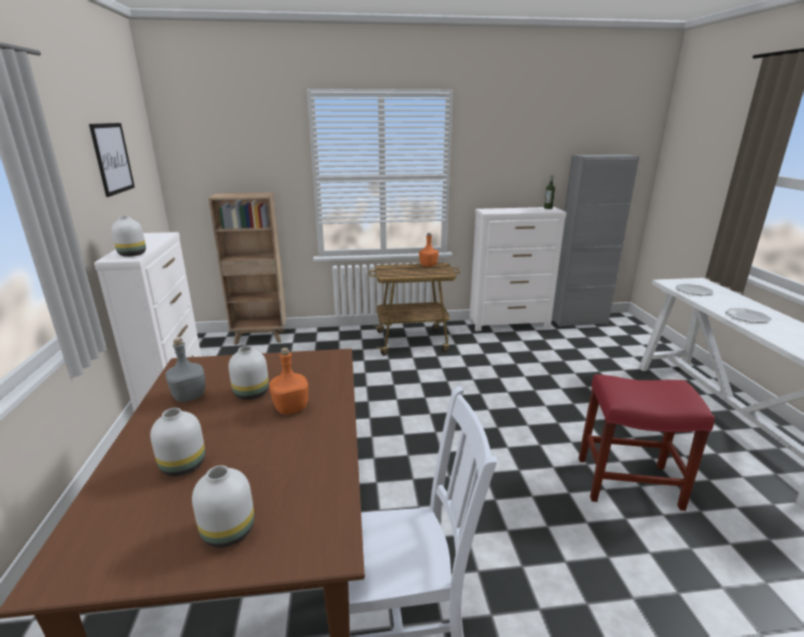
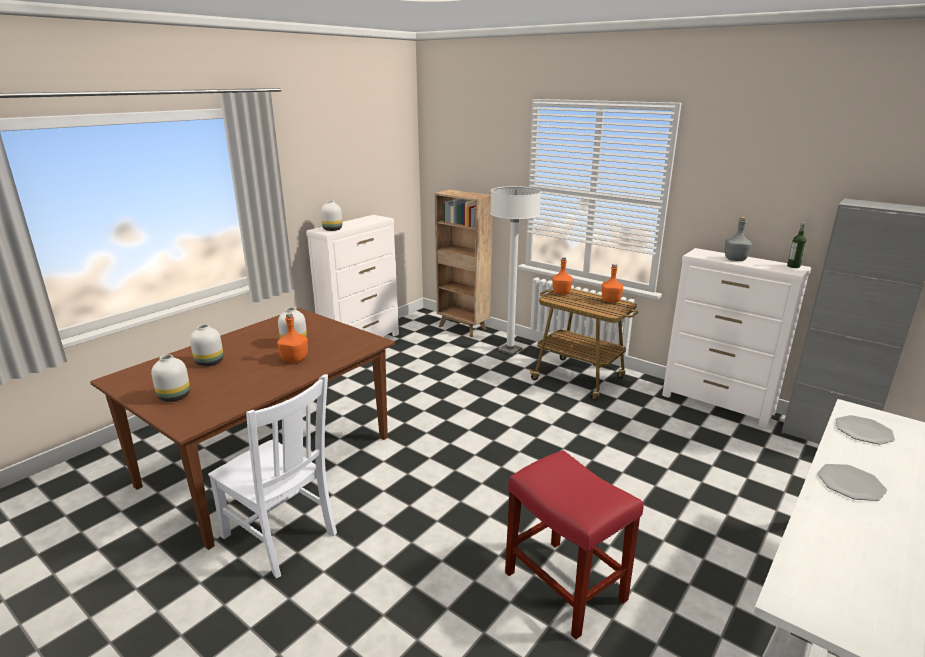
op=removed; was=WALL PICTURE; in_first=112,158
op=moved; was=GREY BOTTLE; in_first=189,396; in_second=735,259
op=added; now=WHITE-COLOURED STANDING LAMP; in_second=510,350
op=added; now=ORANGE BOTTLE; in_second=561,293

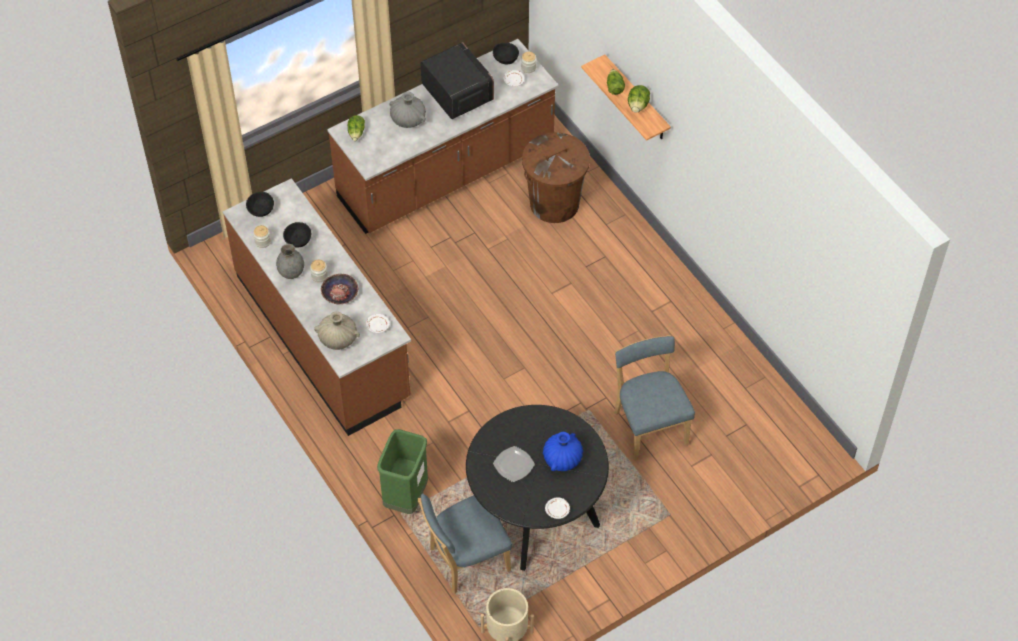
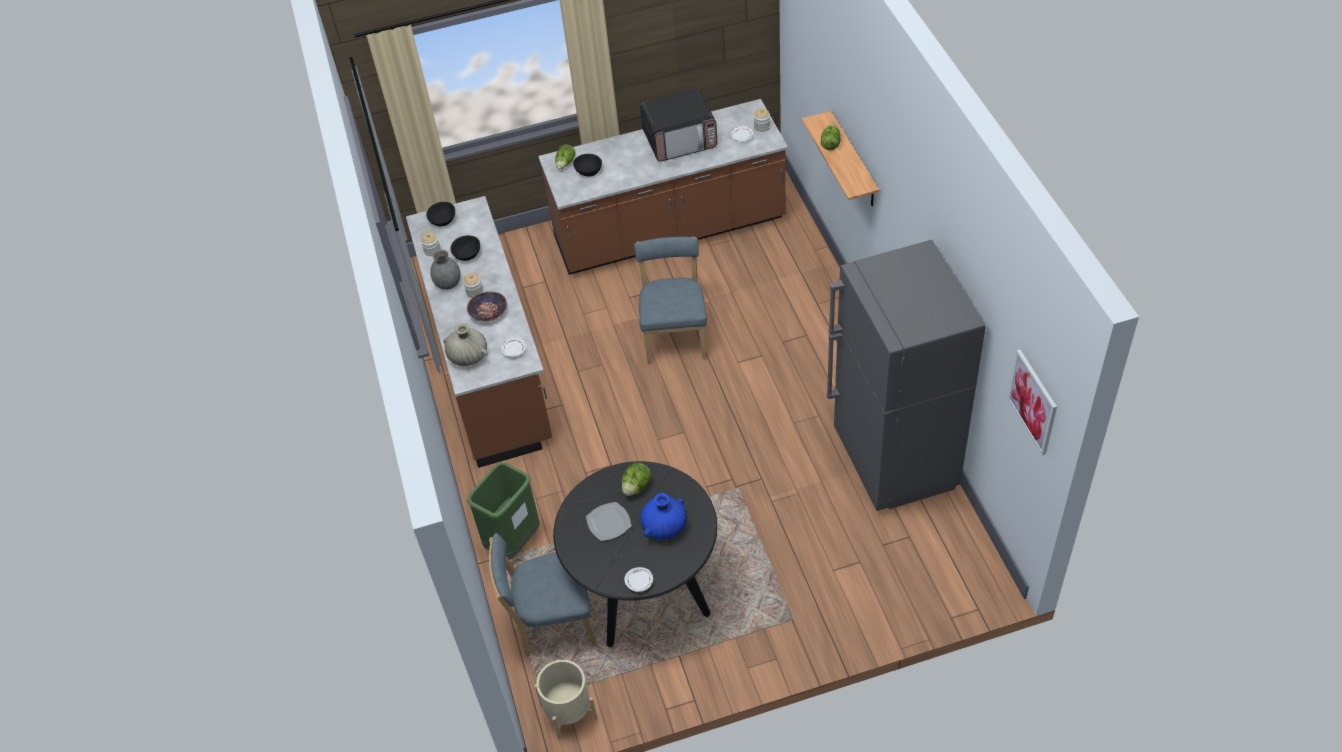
op=turned; was=MICROWAVE; in_first=457,92; in_second=680,140; clockwise=90
op=moved; was=BLACKISH DEEP DISH; in_first=505,59; in_second=588,171
op=moved; was=LETTUCE HEAD; in_first=638,106; in_second=636,486
op=removed; was=GREY FLOWER VASE; in_first=408,119
op=removed; was=BROWN WASTE BIN; in_first=555,203
op=moved; was=BLUE-COLOURED CHAIR; in_first=649,425; in_second=675,336
op=added; now=GREY KITCHEN FRIDGE; in_second=894,461
op=added; now=WALL PICTURE; in_second=1033,402

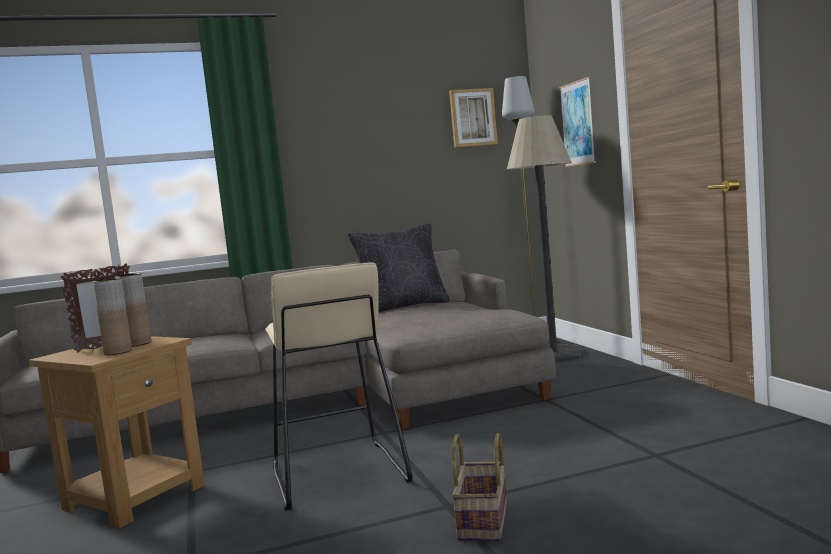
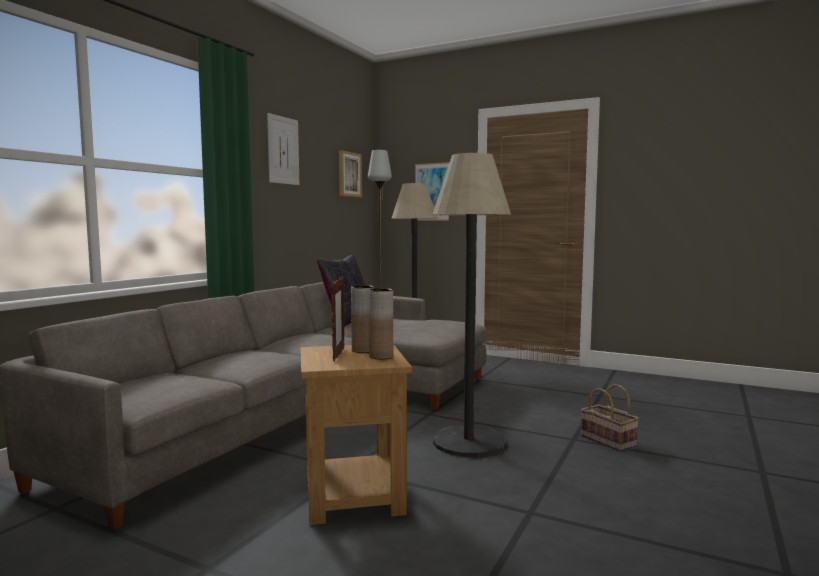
op=replaced; was=BEIGE STOOL; now=STANDING LAMP; in_first=337,474; in_second=468,442
op=added; now=WALL PICTURE; in_second=283,150

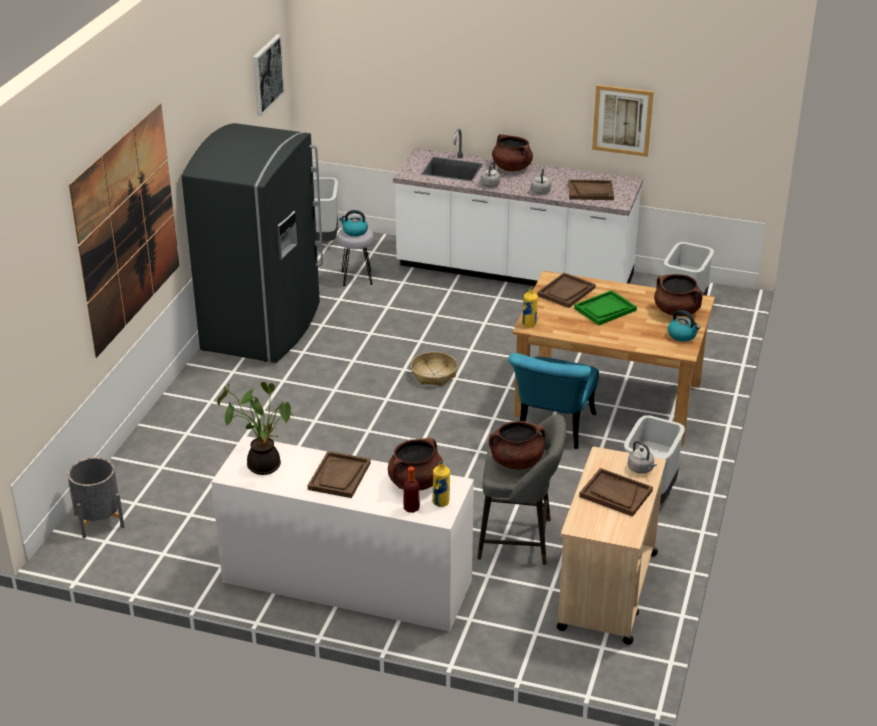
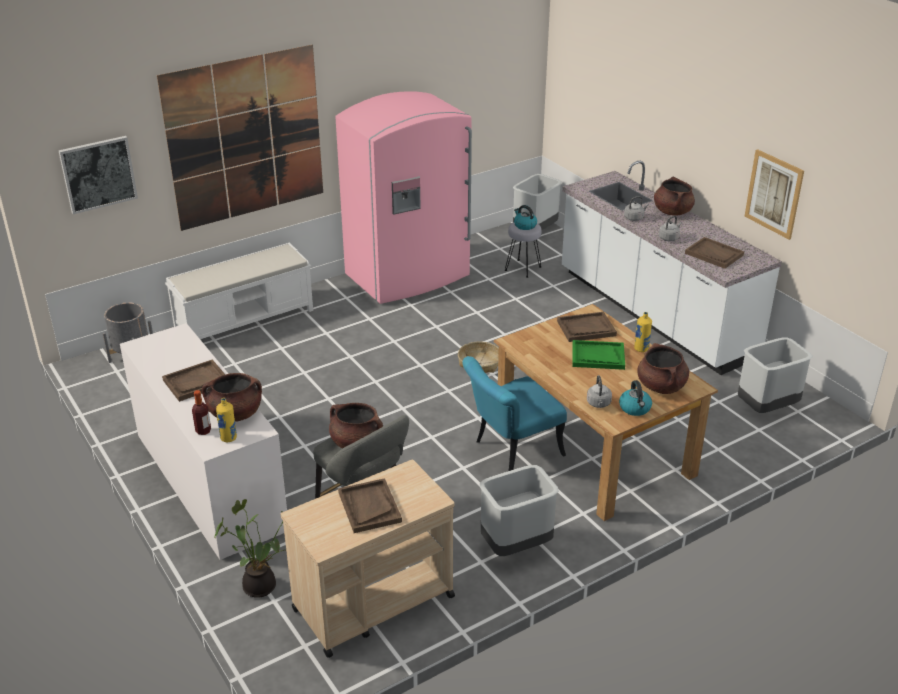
op=moved; was=WALL PICTURE; in_first=267,74; in_second=98,174
op=recoloured; was=GREY KITCHEN FRIDGE; now=PINK-COLOURED KITCHEN FRIDGE; in_first=264,327; in_second=408,276
op=moved; was=YELLOW-COLOURED BOTTLE; in_first=529,324; in_second=641,349
op=moved; was=PLANT IN A POT; in_first=263,464; in_second=261,585
op=moved; was=GREY WATER KETTLE; in_first=641,469; in_second=598,404
op=added; now=WHITE-COLOURED INDOOR BENCH; in_second=245,319

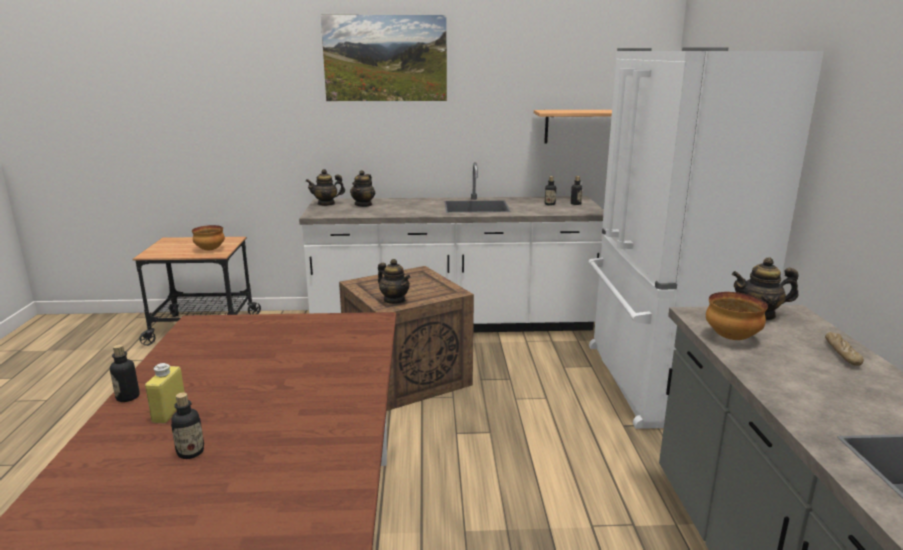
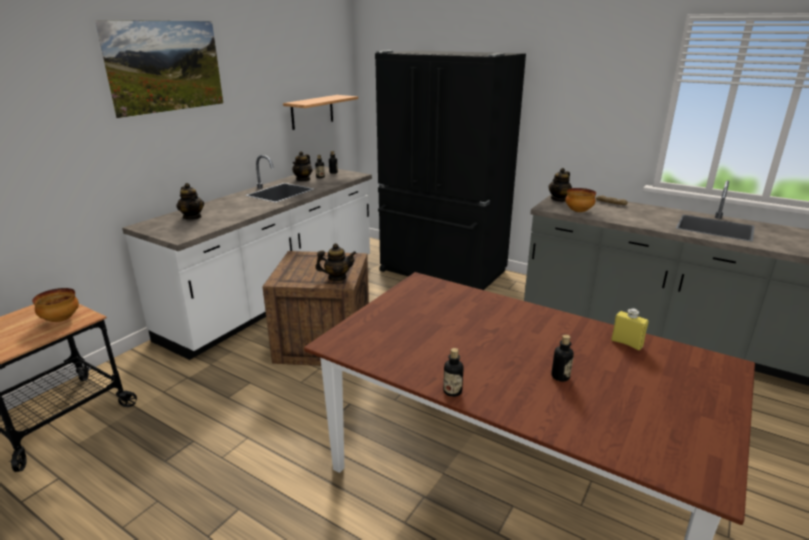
op=recoloured; was=WHITE-COLOURED KITCHEN FRIDGE; now=BLACKISH KITCHEN FRIDGE; in_first=657,382; in_second=441,272
op=moved; was=TEAPOT; in_first=326,204; in_second=303,179
op=moved; was=YELLOW-COLOURED BOTTLE; in_first=169,412; in_second=626,343

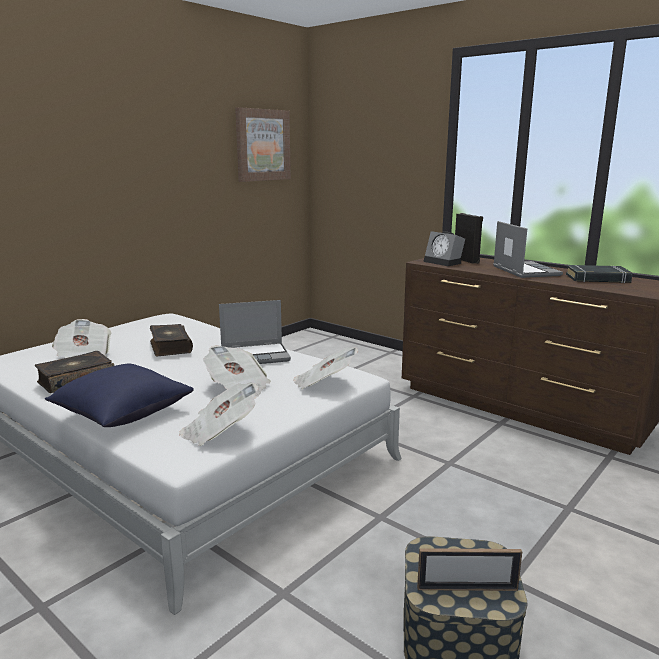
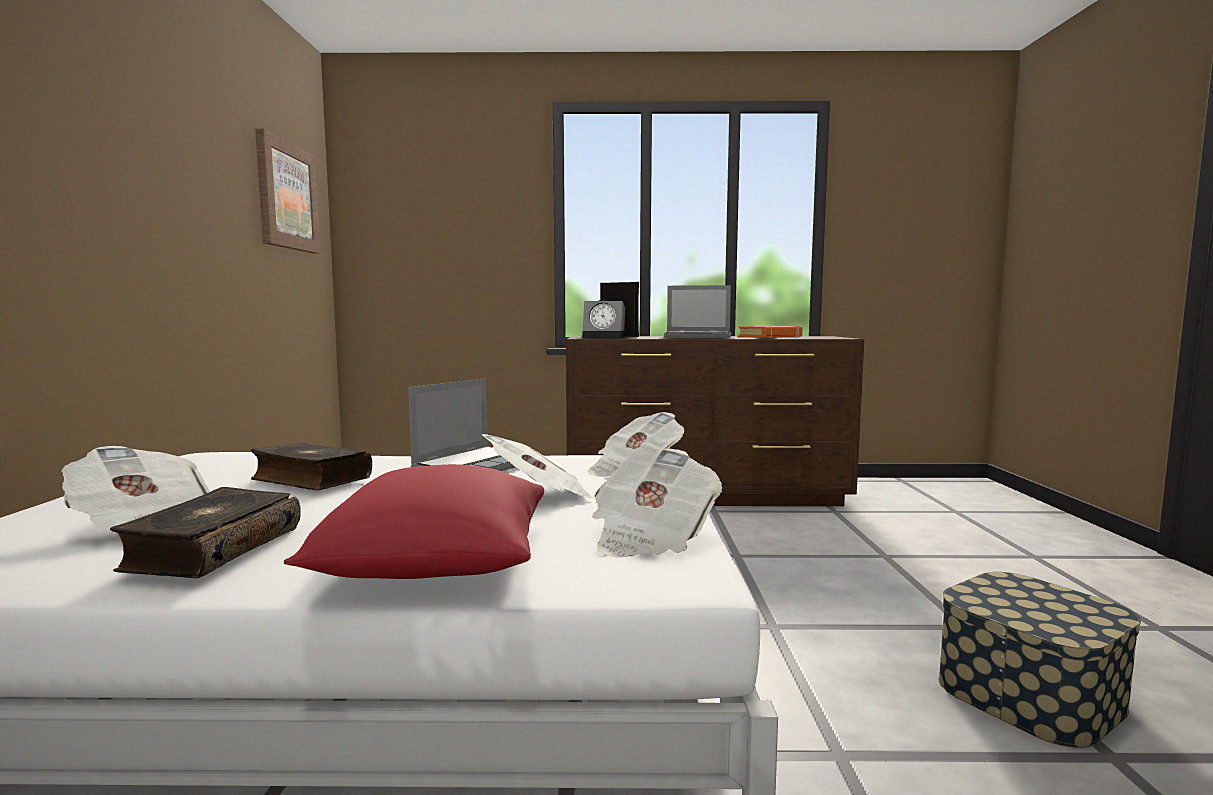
op=turned; was=PORTABLE COMPUTER; in_first=524,271; in_second=698,337; clockwise=150
op=recoloured; was=BLACKISH VOLUME; now=ORANGE VOLUME; in_first=597,278; in_second=770,336
op=recoloured; was=BLUE-COLOURED THROW PILLOW; now=RED THROW PILLOW; in_first=122,414; in_second=435,563
op=removed; was=PICTURE FRAME; in_first=467,589

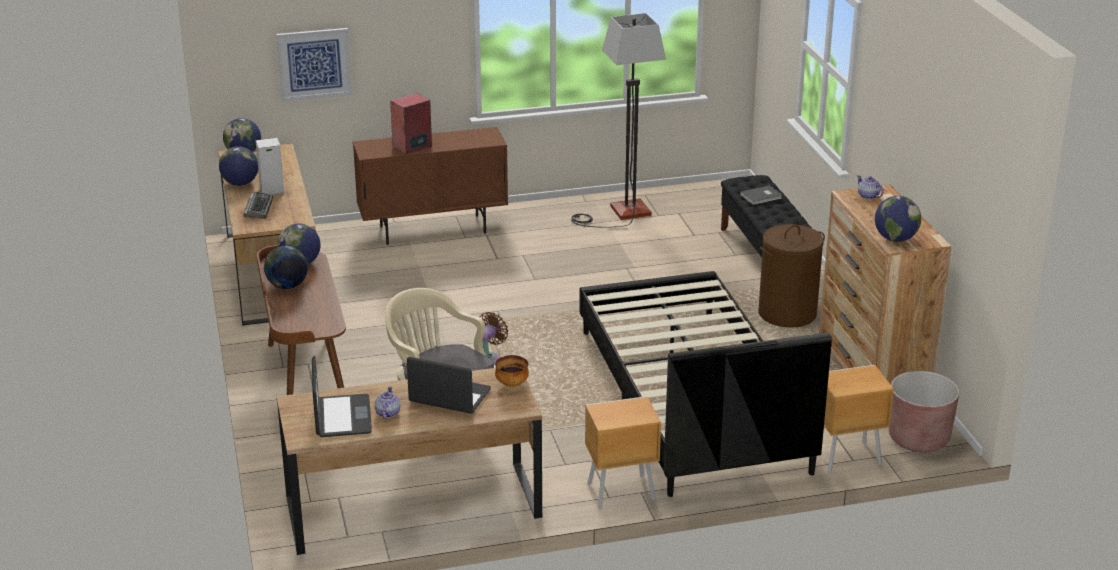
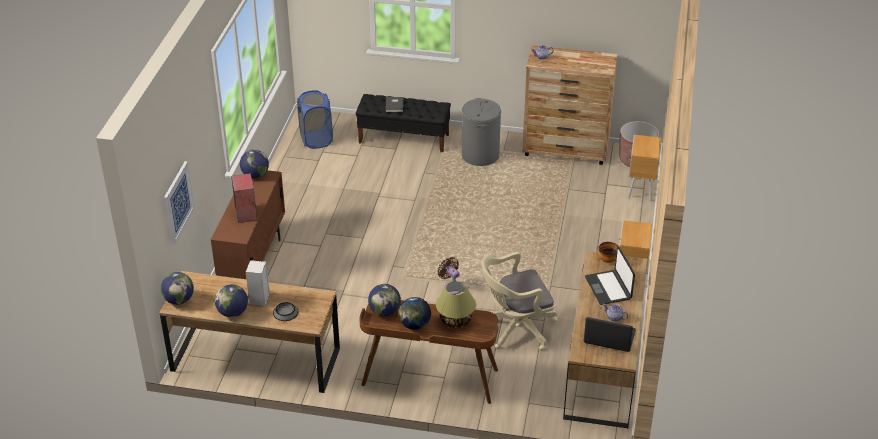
op=removed; was=STANDING LAMP; in_first=620,214
op=replaced; was=PC KEYBOARD; now=DEEP DISH; in_first=258,209; in_second=285,312
op=moved; was=GLOBE; in_first=895,239; in_second=255,175
op=recoloured; was=BROWN WASHING BASKET; now=GREY WASHING BASKET; in_first=787,313; in_second=480,155
op=removed; was=BLACKISH BED; in_first=691,399
op=turned; was=PORTABLE COMPUTER; in_first=449,397; in_second=608,288; clockwise=-60
op=added; now=BLUE-COLOURED WASHING BASKET; in_second=316,139
op=added; now=TABLE LAMP; in_second=455,320

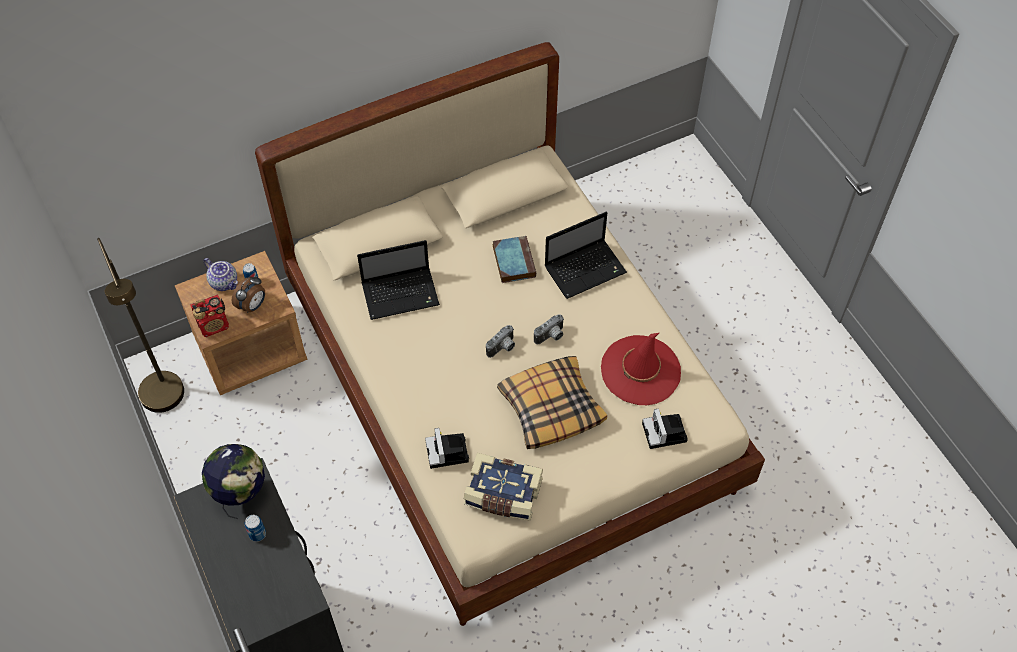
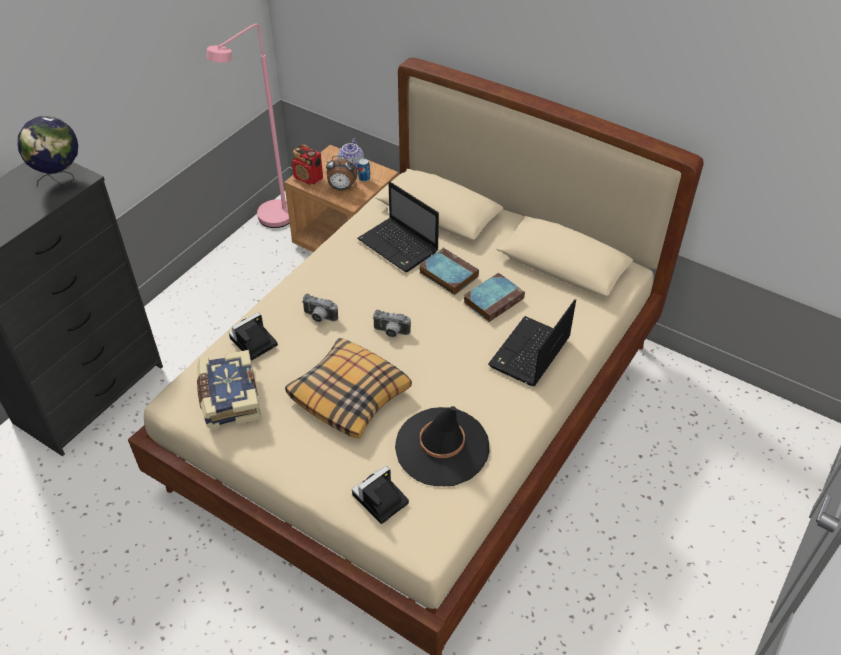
op=turned; was=PORTABLE COMPUTER; in_first=586,269; in_second=529,354; clockwise=90
op=recoloured; was=BROWN STANDING LAMP; now=PINK-COLOURED STANDING LAMP; in_first=167,402; in_second=270,222
op=moved; was=PHOTO CAMERA; in_first=551,337; in_second=319,318
op=recoloured; was=RED WEARABLE HAT; now=BLACKISH WEARABLE HAT; in_first=640,370; in_second=442,447
op=removed; was=METAL CAN; in_first=257,534
op=added; now=VOLUME; in_second=447,274

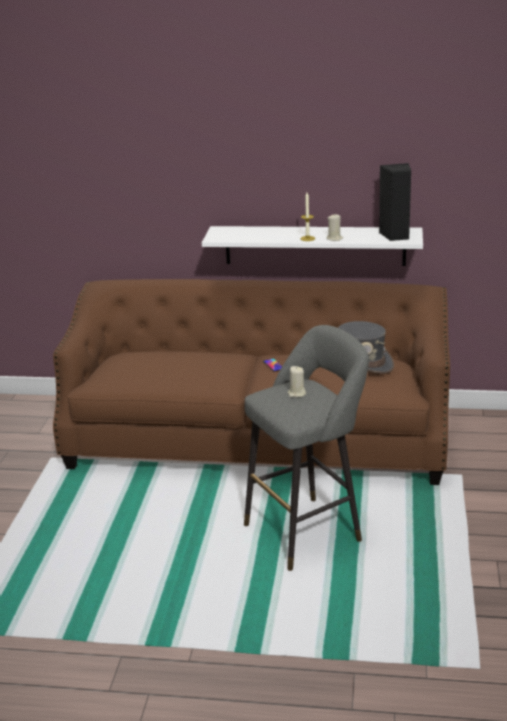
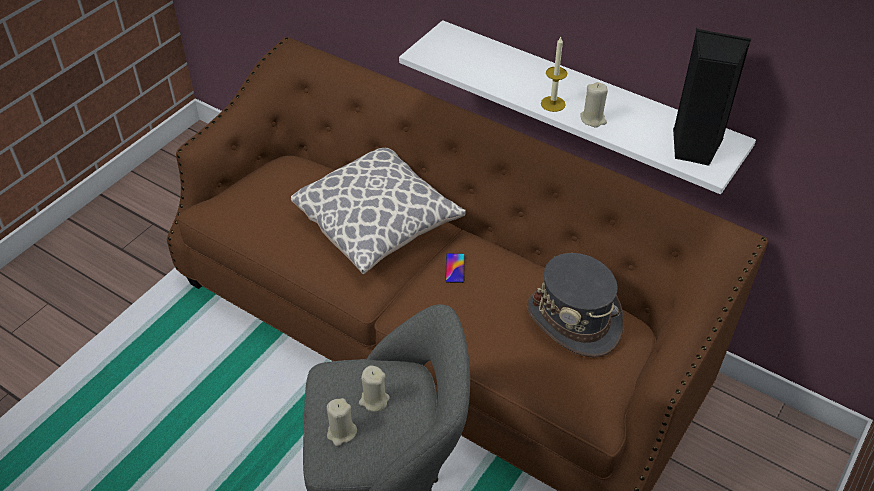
op=added; now=THROW PILLOW; in_second=379,225
op=added; now=BEIGE WAX CANDLE; in_second=341,432

